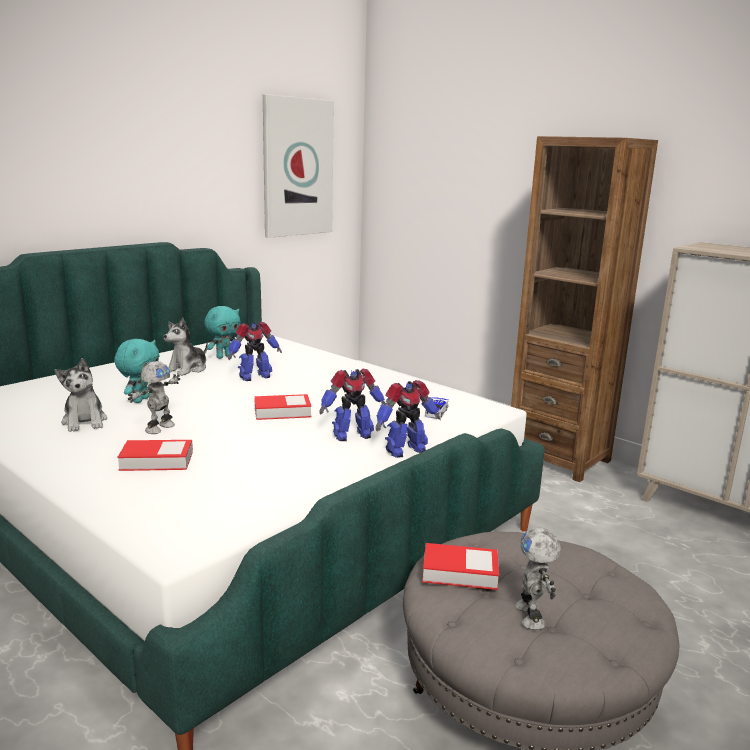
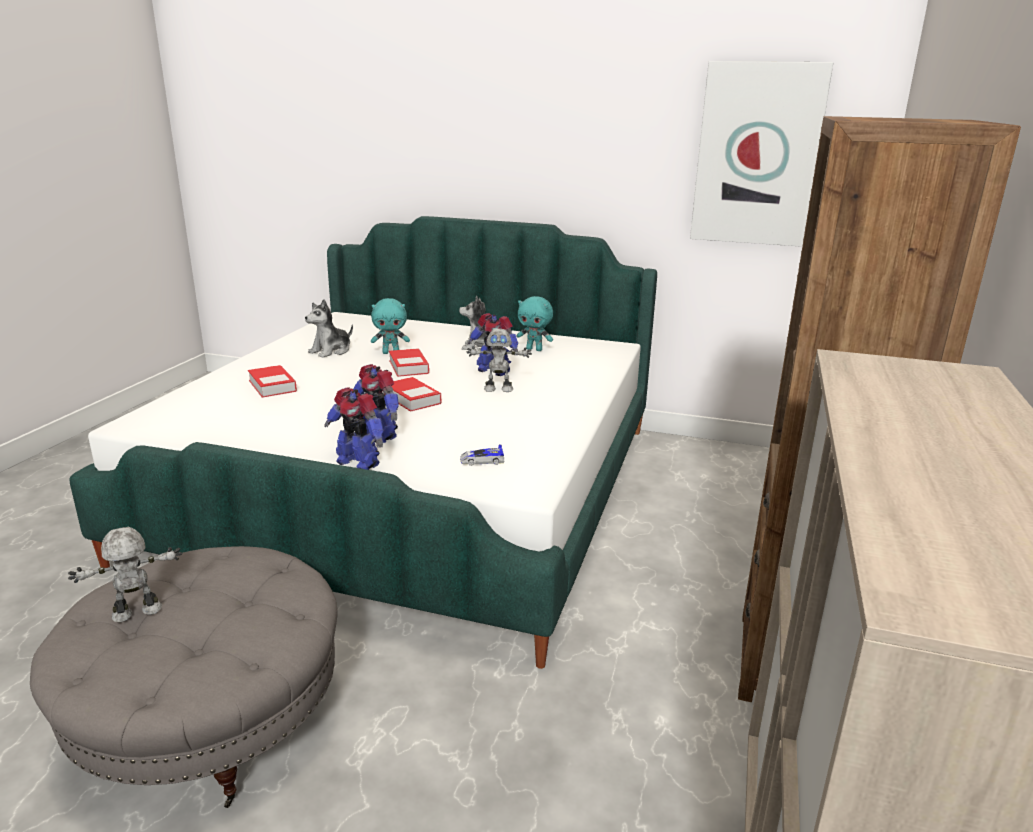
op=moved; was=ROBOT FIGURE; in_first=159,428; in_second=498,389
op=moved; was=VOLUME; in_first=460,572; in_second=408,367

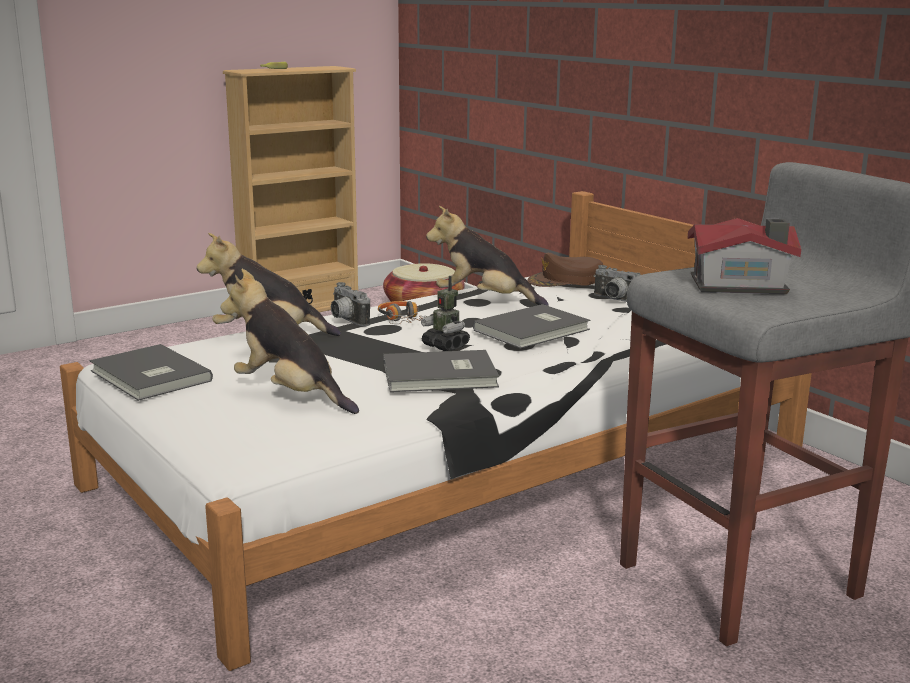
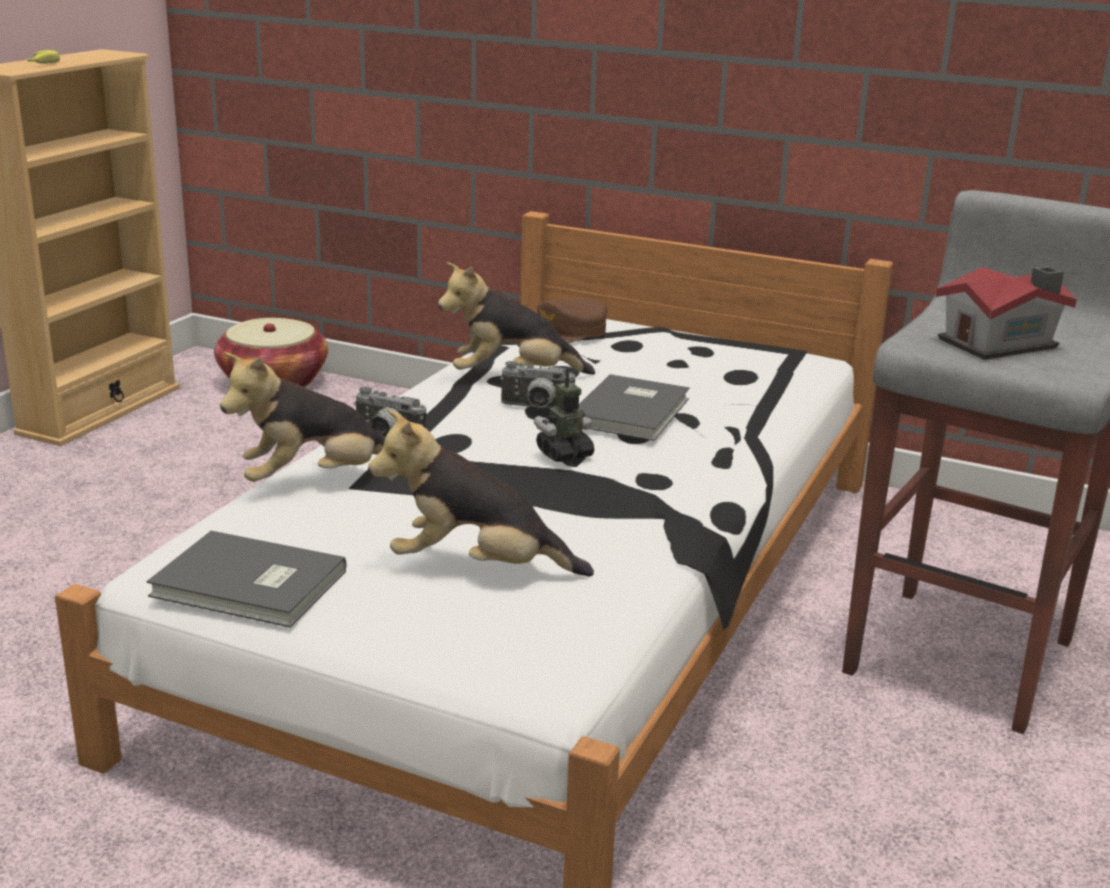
op=moved; was=PHOTO CAMERA; in_first=614,300; in_second=536,408
op=turned; was=ROBOT FIGURE; in_first=445,346; in_second=564,454; clockwise=135
op=removed; was=HEADPHONES; in_first=404,320
op=removed; was=GREY VOLUME; in_first=441,376

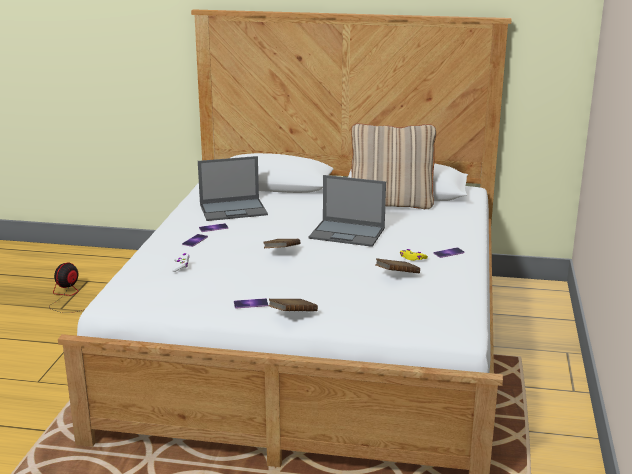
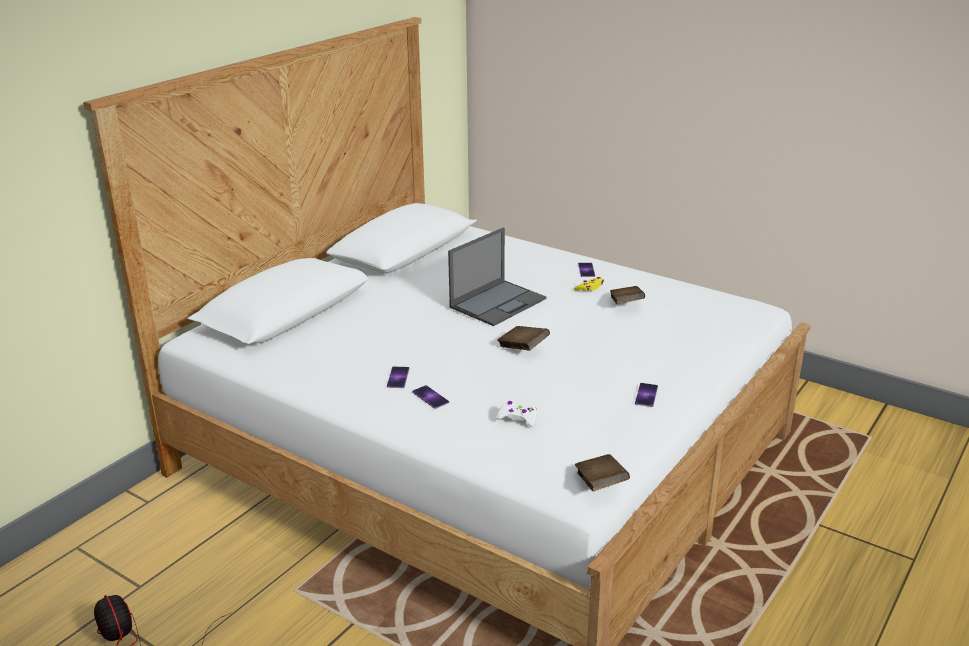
op=removed; was=BEIGE THROW PILLOW; in_first=391,204
op=removed; was=PORTABLE COMPUTER; in_first=234,210
op=moved; was=BROWN VOLUME; in_first=293,315; in_second=600,484

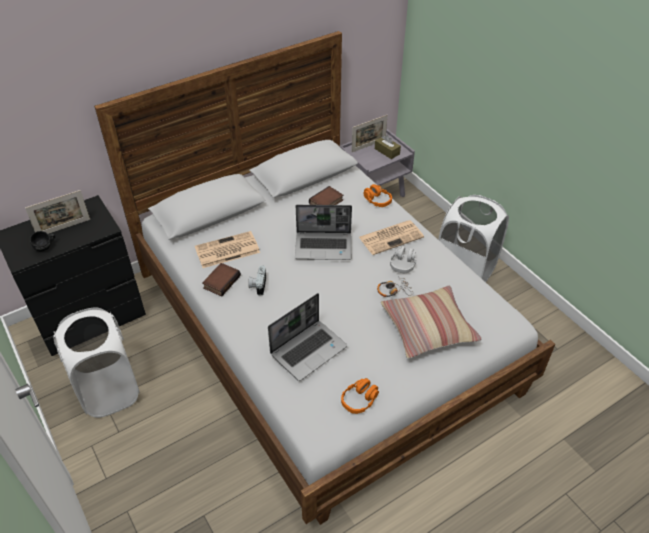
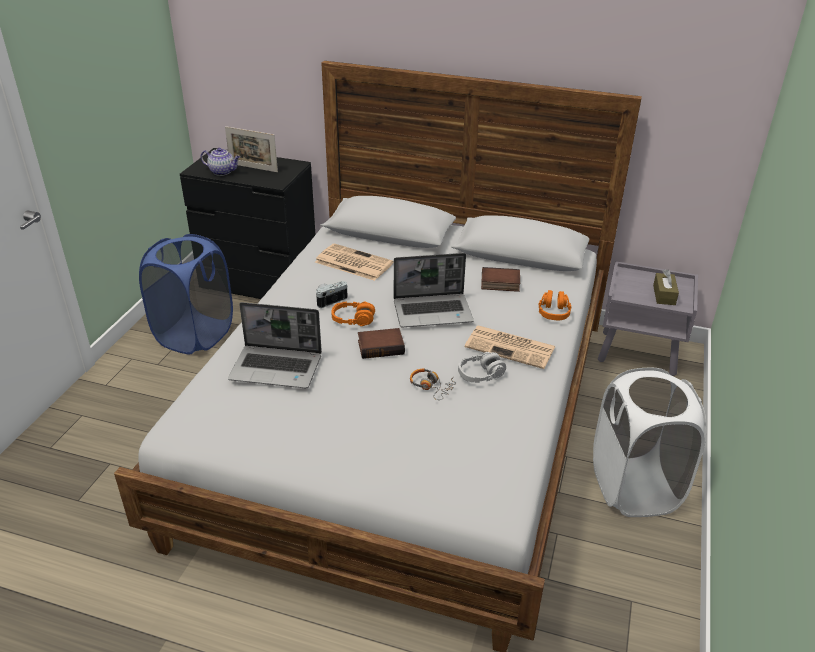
op=removed; was=PICTURE FRAME; in_first=368,146
op=turned; was=PORTABLE COMPUTER; in_first=324,246; in_second=433,311; clockwise=-60
op=replaced; was=BLACKISH COFFEE MUG; now=TEAPOT; in_first=46,247; in_second=223,172
op=moved; was=VOLUME; in_first=221,281; in_second=381,346
op=removed; was=THROW PILLOW; in_first=428,328
op=recoloured; was=WHITE-COLOURED WASHING BASKET; now=BLUE-COLOURED WASHING BASKET; in_first=109,390; in_second=195,335
op=moved; was=ORANGE HEADPHONES; in_first=359,400; in_second=353,319

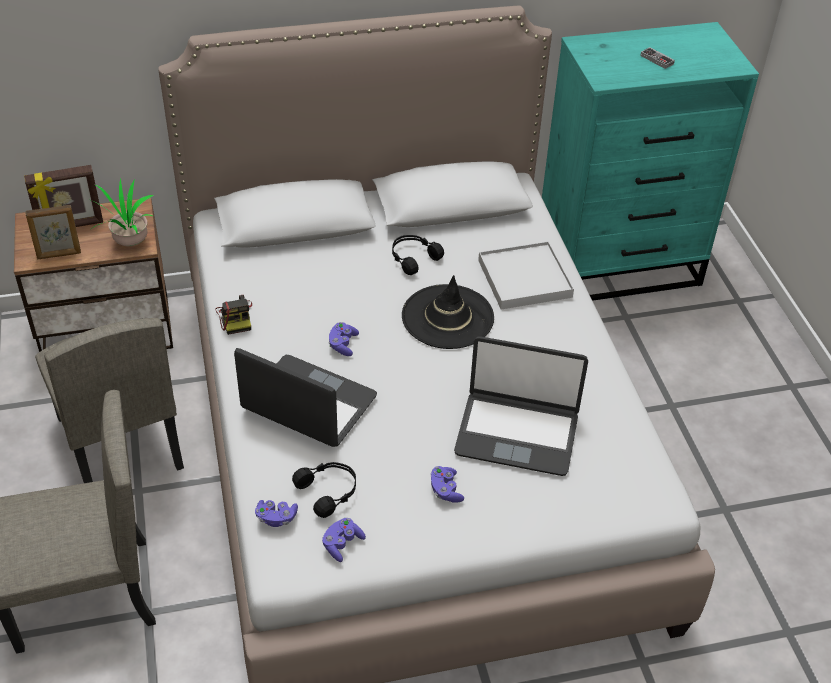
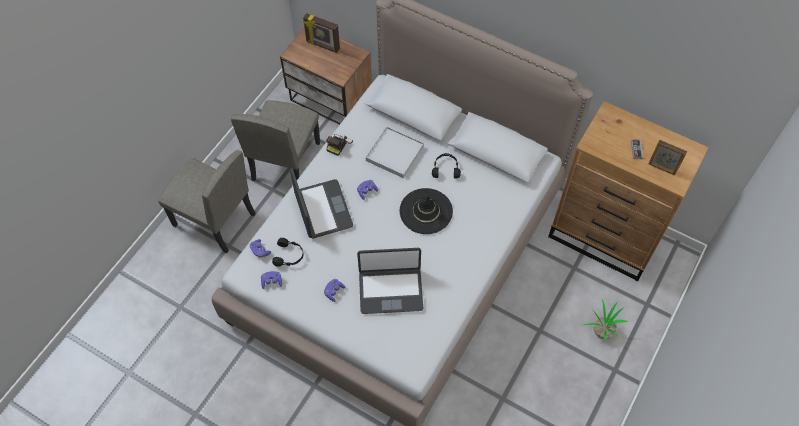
op=recoloured; was=TURQUOISE-COLOURED DRAWER CHEST; now=BROWN DRAWER CHEST; in_first=619,266; in_second=605,237
op=moved; was=PLANT IN A POT; in_first=128,242; in_second=601,331
op=moved; was=PICTURE FRAME; in_first=59,255; in_second=662,168
op=moved; was=WHITE-COLOURED CARRYING TRAY; in_first=524,279; in_second=394,153
op=turned; was=PORTABLE COMPUTER; in_first=517,433; in_second=390,290; clockwise=-60

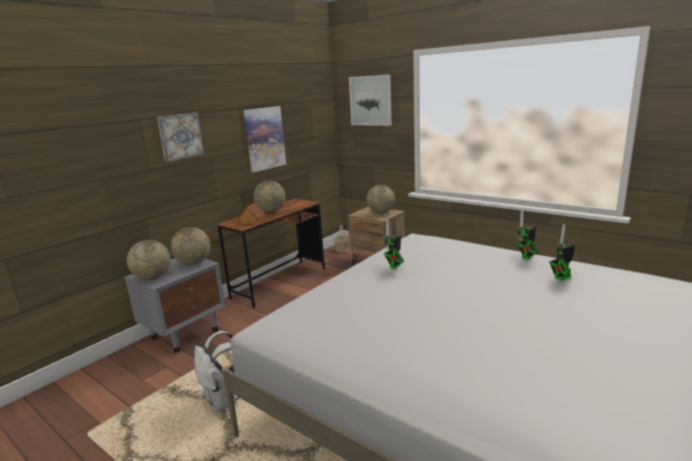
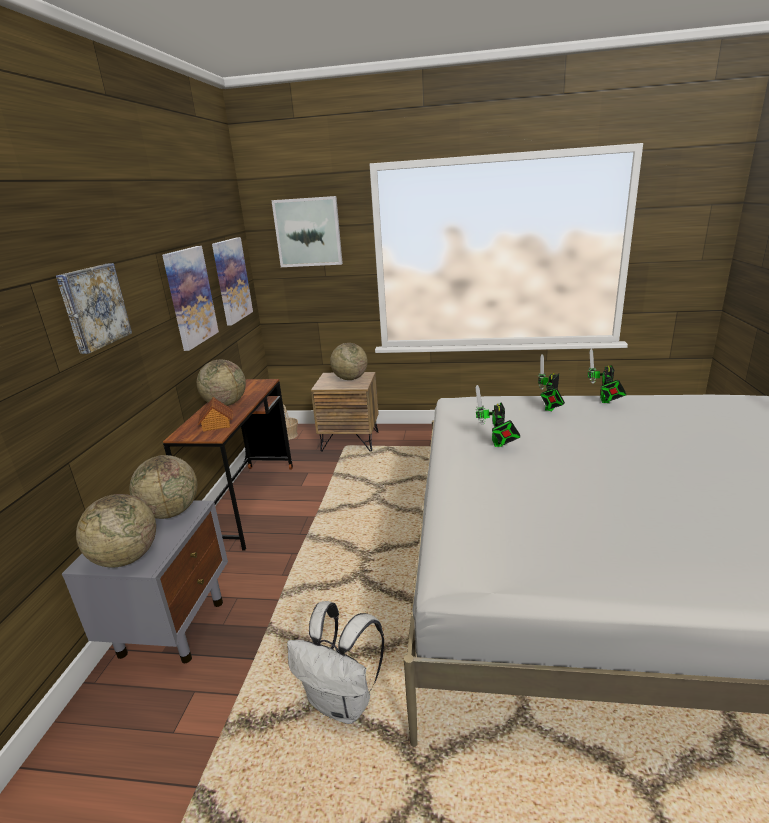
op=moved; was=ROBOT FIGURE; in_first=561,278; in_second=549,409
op=added; now=WALL PICTURE; in_second=231,280

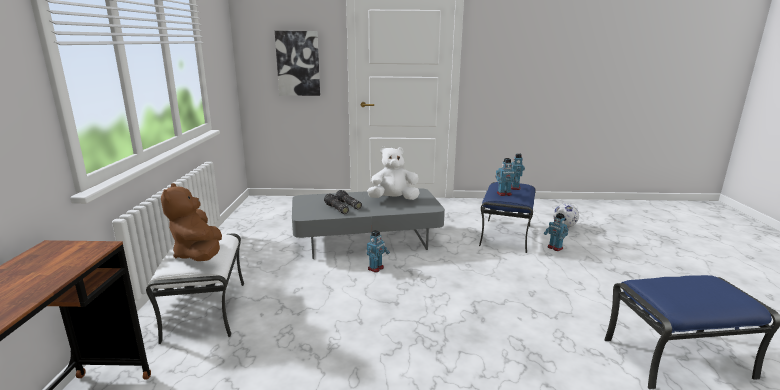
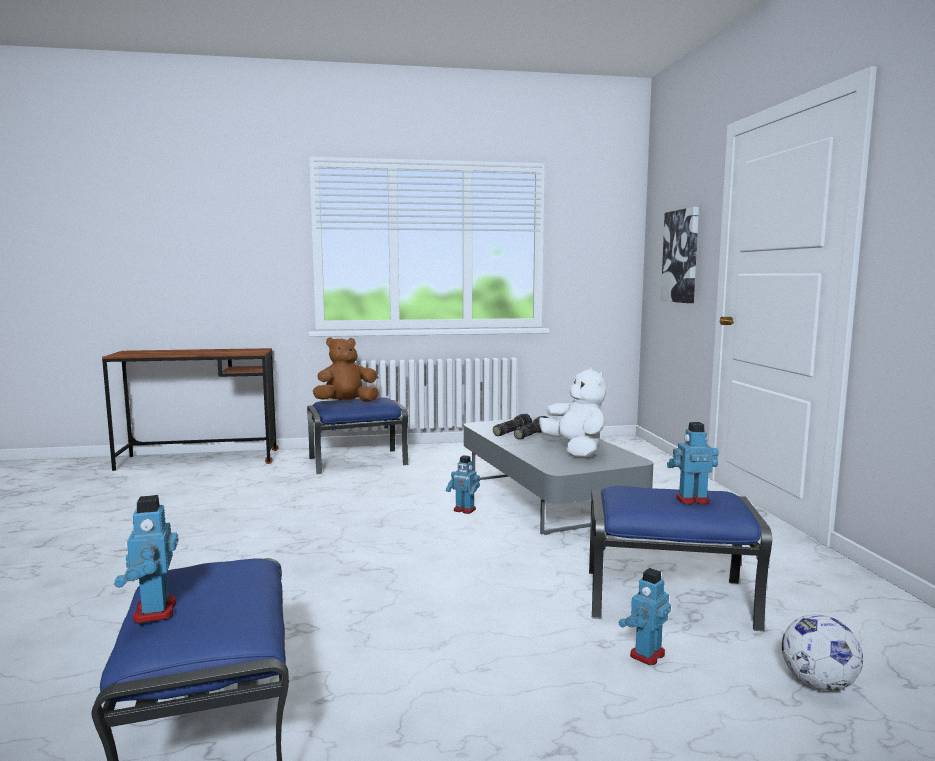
op=moved; was=ROBOT FIGURE; in_first=504,194; in_second=153,612
op=recoloured; was=WHITE-COLOURED OTTOMAN; now=BLUE-COLOURED OTTOMAN; in_first=205,310; in_second=358,461

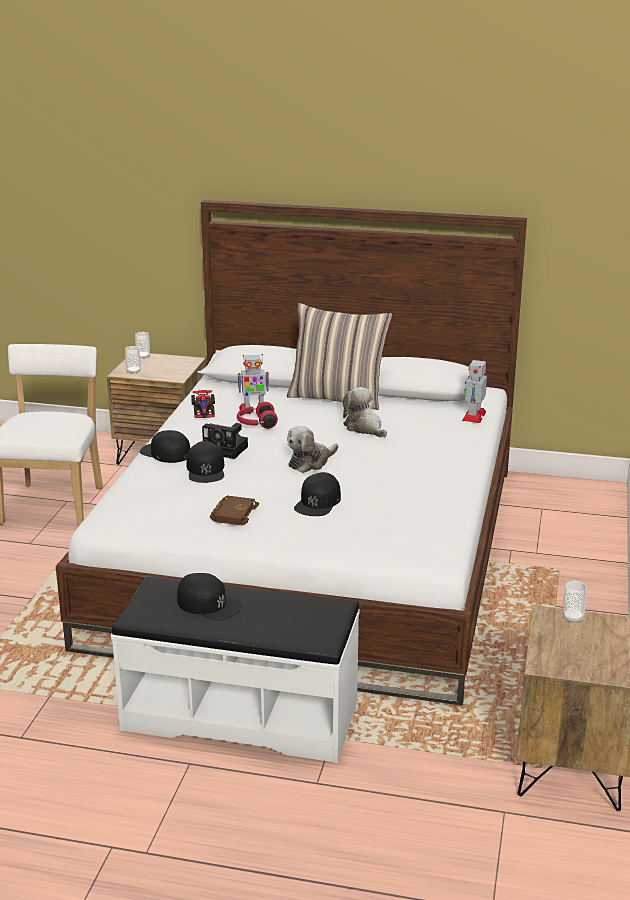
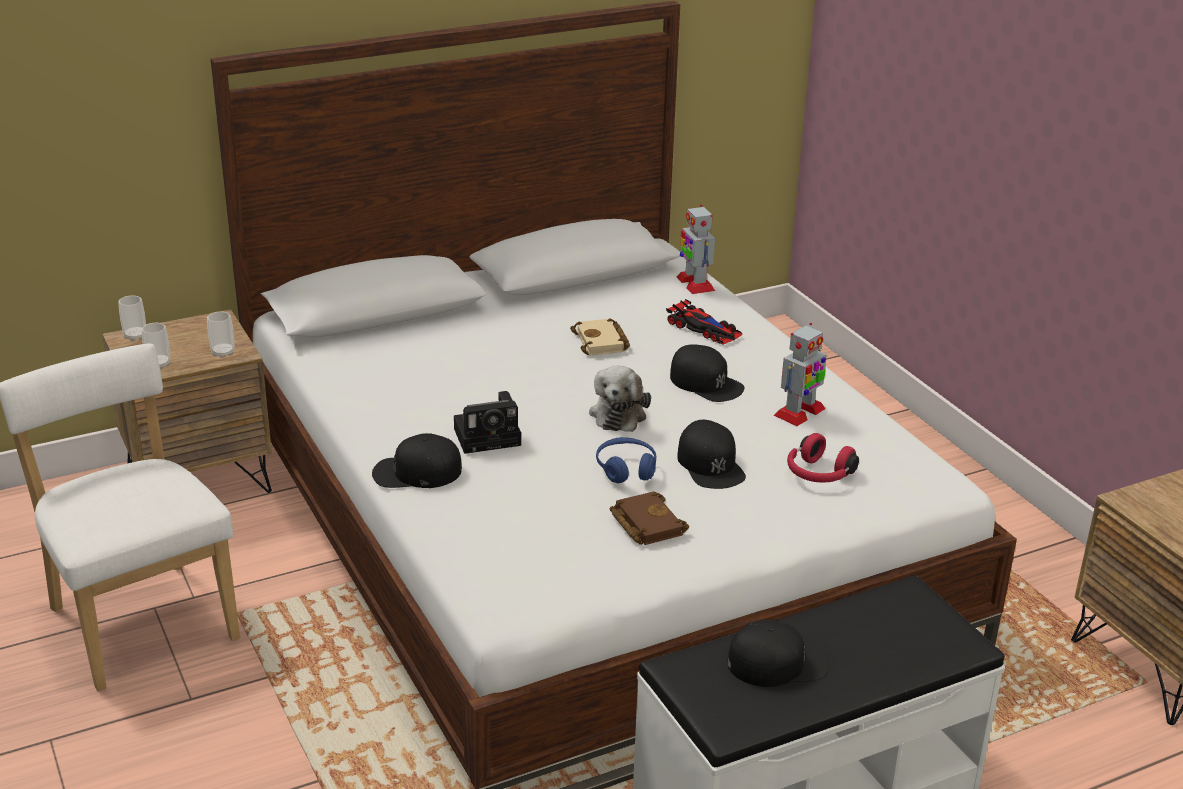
op=removed; was=THROW PILLOW; in_first=338,397
op=moved; was=ROBOT FIGURE; in_first=254,410; in_second=799,412
op=replaced; was=PLUSH TOY; now=BEIGE VOLUME; in_first=364,428; in_second=602,342
op=moved; was=TOY CAR; in_first=203,408; in_second=704,329
op=moved; was=RED HEADPHONES; in_first=256,424; in_second=818,474
op=moved; was=BLACKISH CAP; in_first=206,469; in_second=706,383
op=moved; was=CUP; in_first=572,618; in_second=223,353
op=added; now=BLUE-COLOURED HEADPHONES; in_second=626,468

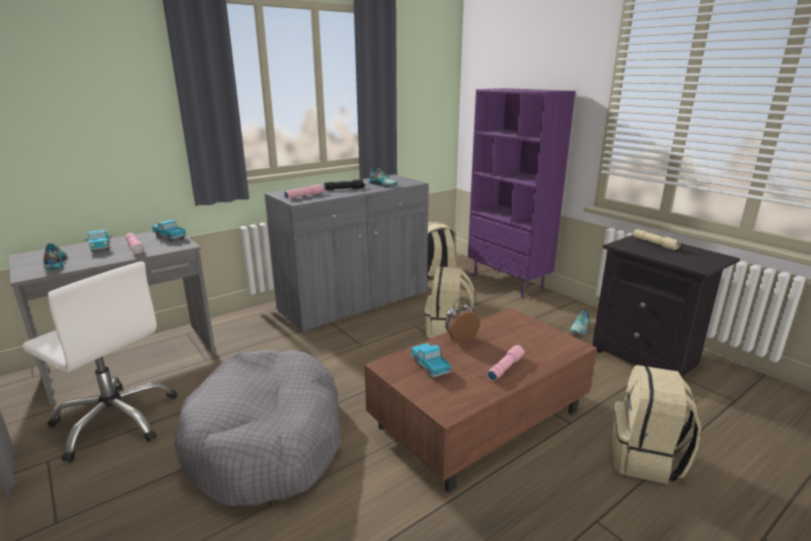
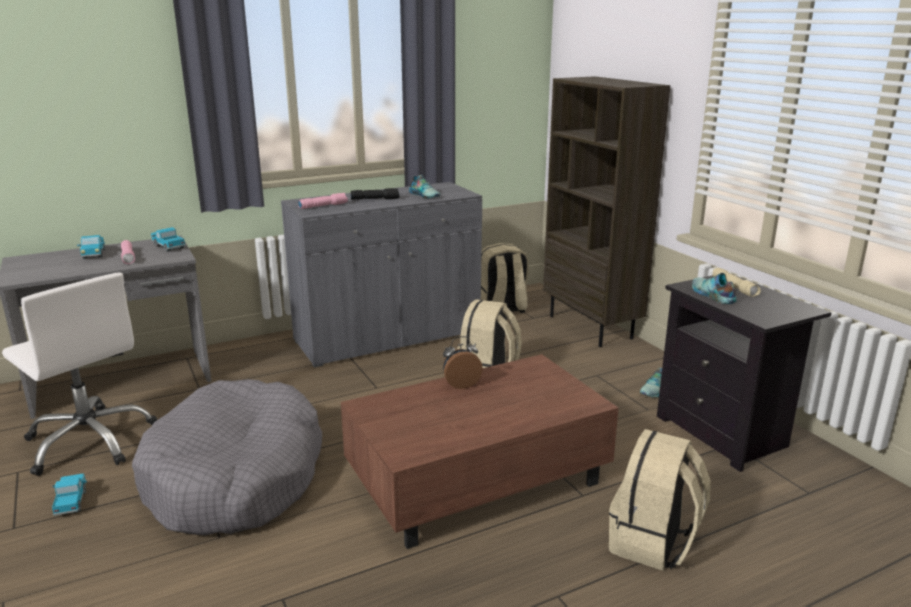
op=recoloured; was=PURPLE BOOKCASE; now=BROWN BOOKCASE; in_first=508,283; in_second=591,327
op=moved; was=ITEM OF FOOTWEAR; in_first=54,263; in_second=711,295
op=moved; was=TOY LORRY; in_first=430,367; in_second=71,502
op=removed; was=PINK-COLOURED HAND TORCH; in_first=505,367

